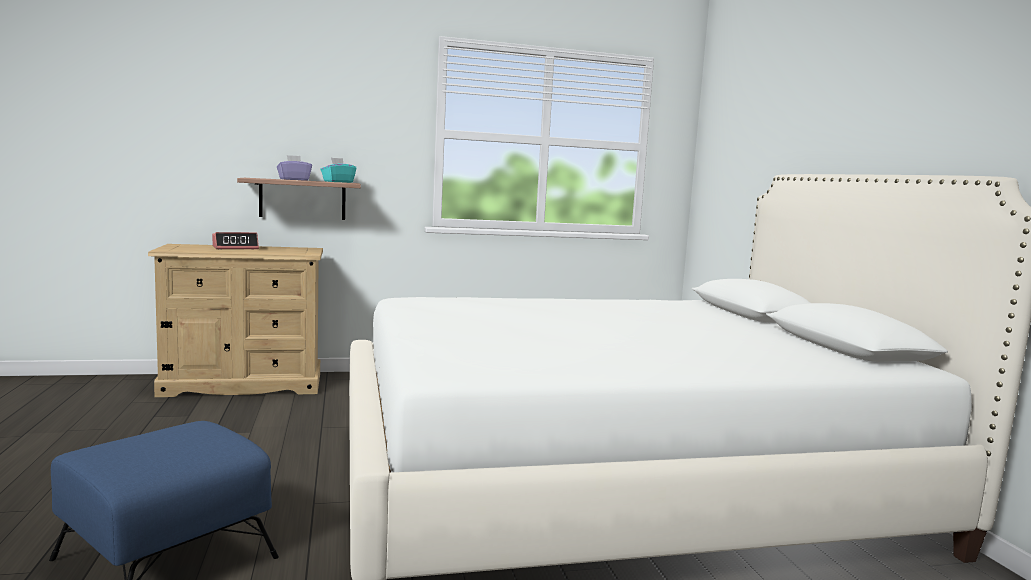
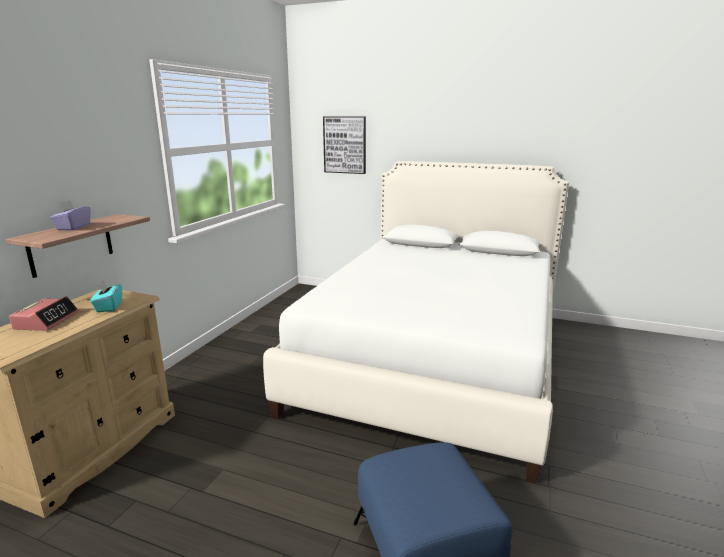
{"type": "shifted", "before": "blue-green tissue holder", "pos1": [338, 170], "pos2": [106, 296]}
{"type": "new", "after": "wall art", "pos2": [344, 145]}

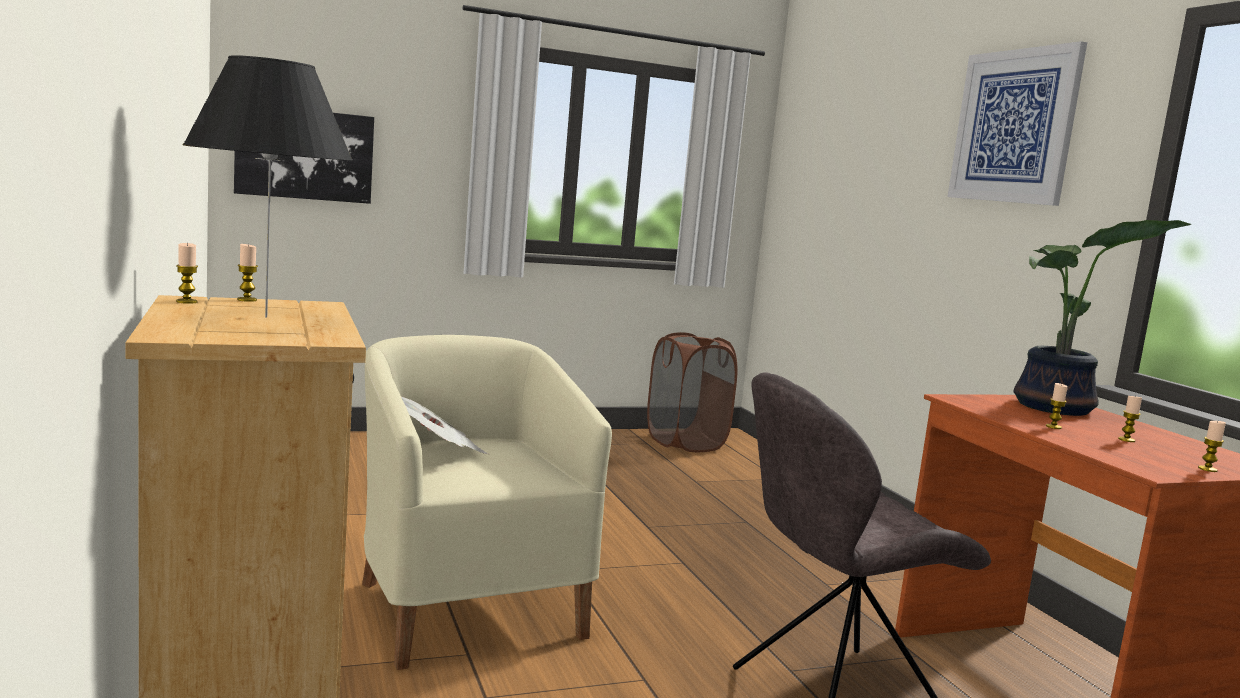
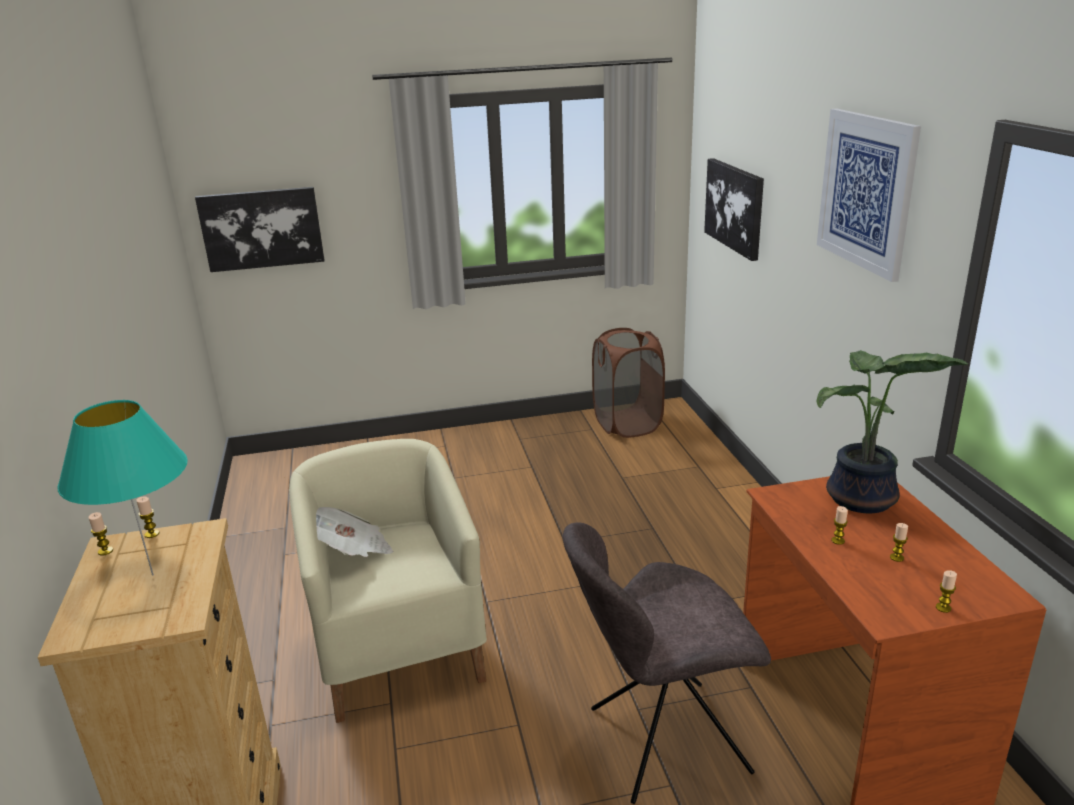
{"type": "repainted", "before": "black lamp for a table", "after": "blue-green lamp for a table", "pos1": [268, 186], "pos2": [123, 488]}
{"type": "new", "after": "wall art", "pos2": [734, 209]}

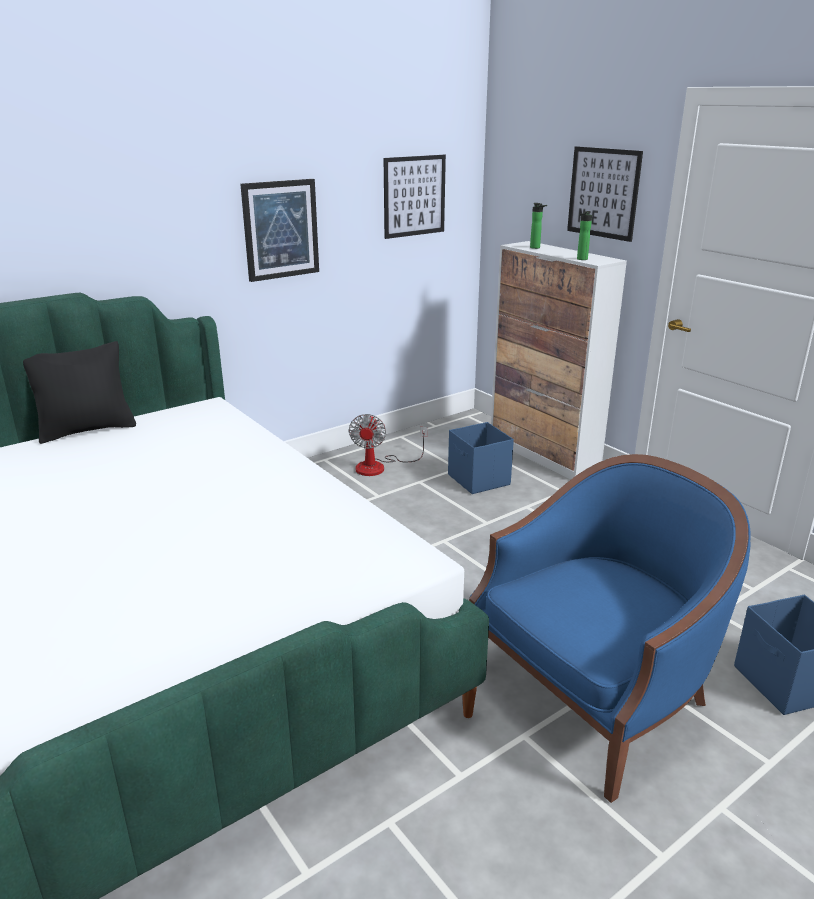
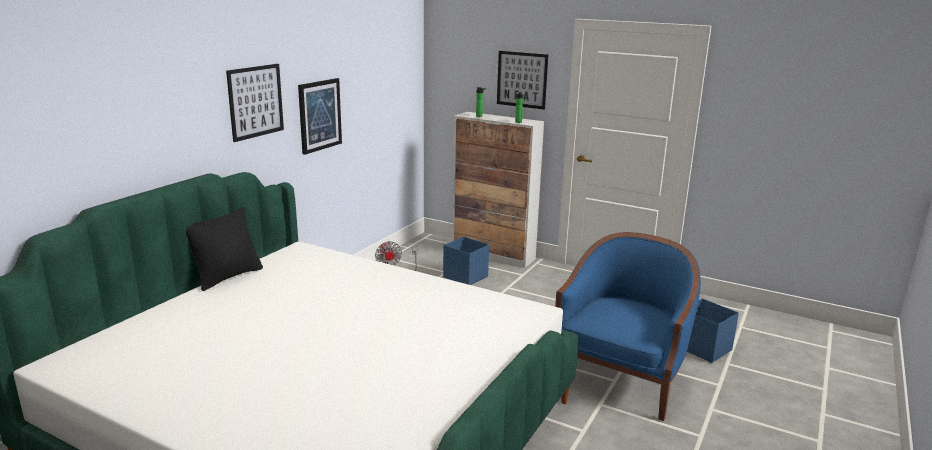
{"type": "shifted", "before": "wall art", "pos1": [415, 197], "pos2": [255, 103]}

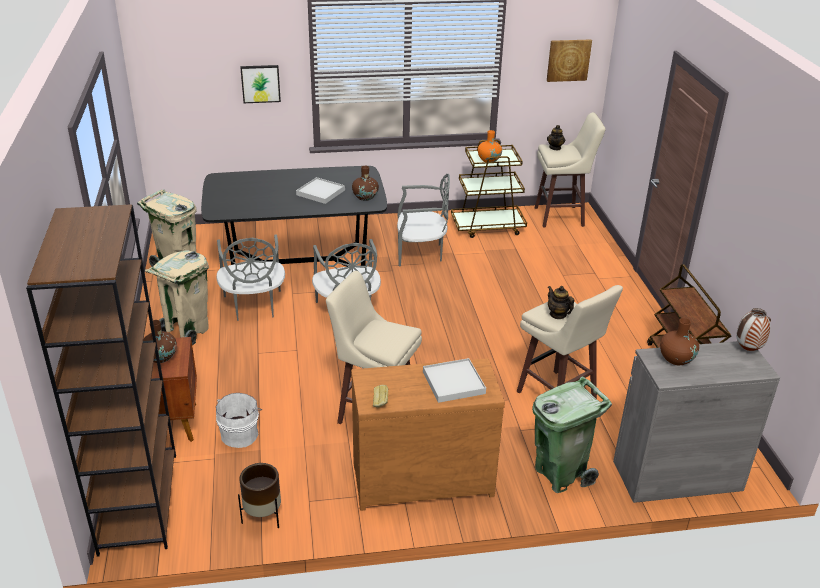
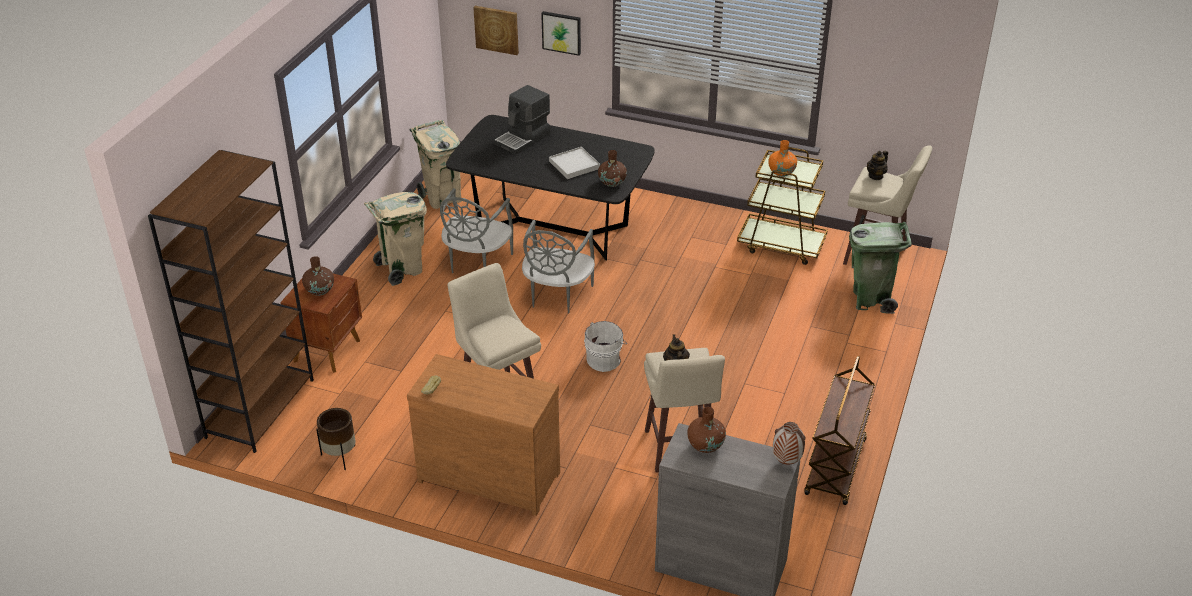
{"type": "shifted", "before": "wall art", "pos1": [569, 60], "pos2": [496, 30]}
{"type": "gone", "before": "grey upright chair", "pos1": [423, 220]}
{"type": "gone", "before": "white-coloured tray", "pos1": [454, 380]}
{"type": "shifted", "before": "greenish waste bin", "pos1": [572, 434], "pos2": [880, 268]}
{"type": "shifted", "before": "white-coloured pail", "pos1": [239, 420], "pos2": [605, 346]}
{"type": "new", "after": "coffee maker", "pos2": [522, 120]}

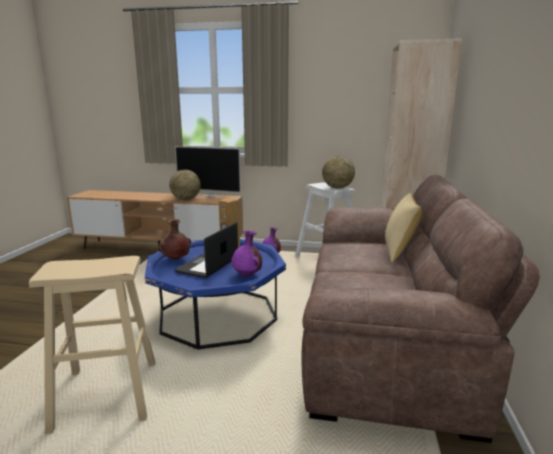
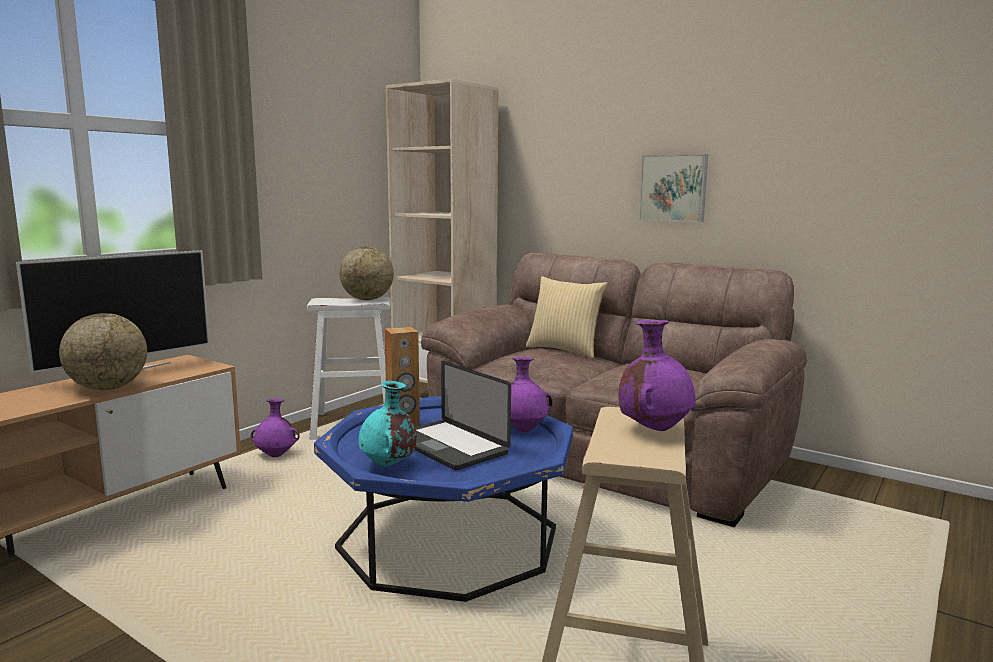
{"type": "repainted", "before": "brown flower vase", "after": "blue-green flower vase", "pos1": [174, 239], "pos2": [387, 424]}
{"type": "new", "after": "wall art", "pos2": [673, 188]}
{"type": "new", "after": "purple-coloured flower vase", "pos2": [657, 375]}

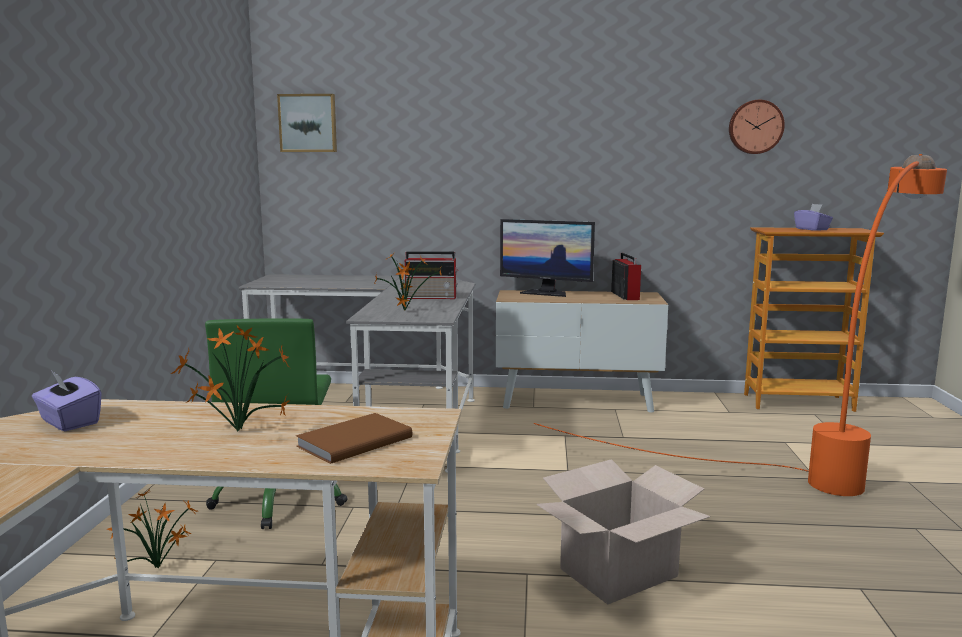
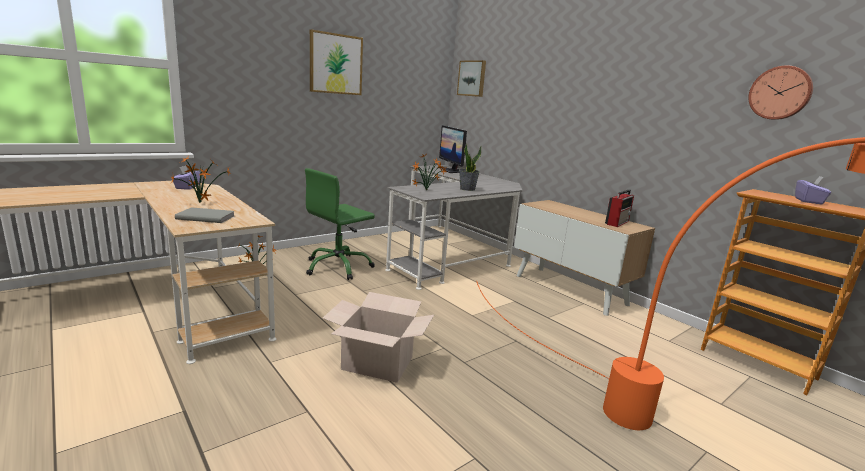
{"type": "shifted", "before": "computer display", "pos1": [547, 258], "pos2": [453, 149]}
{"type": "swapped", "before": "radio receiver", "after": "plant in a pot", "pos1": [432, 275], "pos2": [470, 167]}
{"type": "repainted", "before": "brown bound book", "after": "grey bound book", "pos1": [354, 438], "pos2": [204, 215]}
{"type": "new", "after": "wall art", "pos2": [336, 62]}

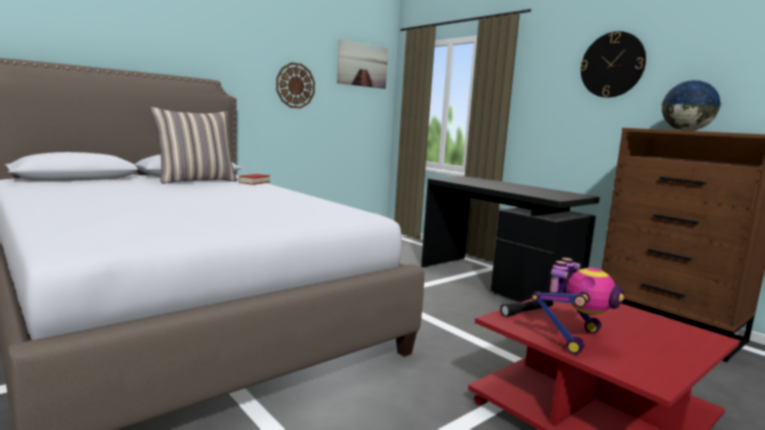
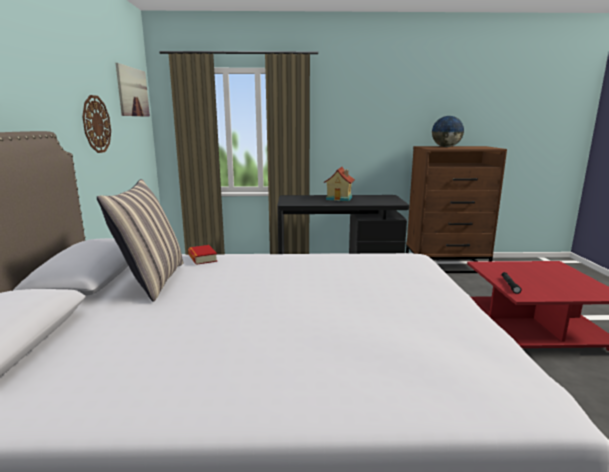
{"type": "gone", "before": "hanging clock", "pos1": [613, 64]}
{"type": "gone", "before": "model robot", "pos1": [577, 306]}
{"type": "new", "after": "miniature house", "pos2": [339, 184]}

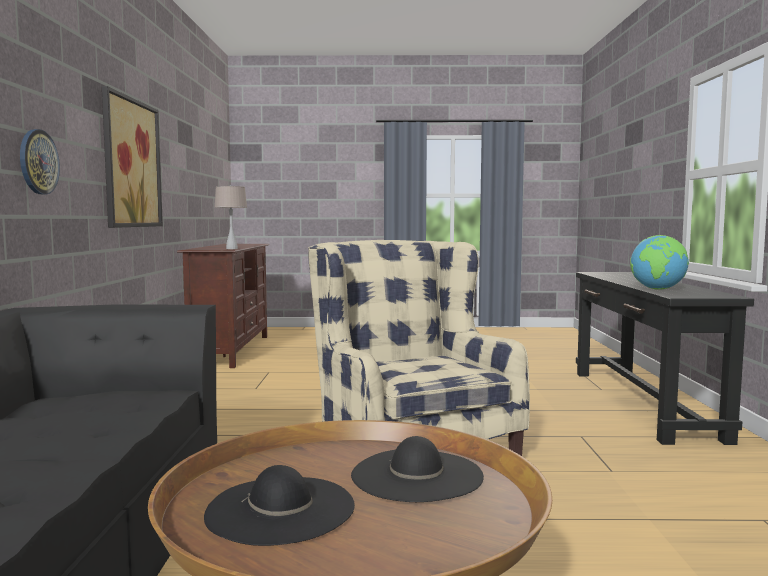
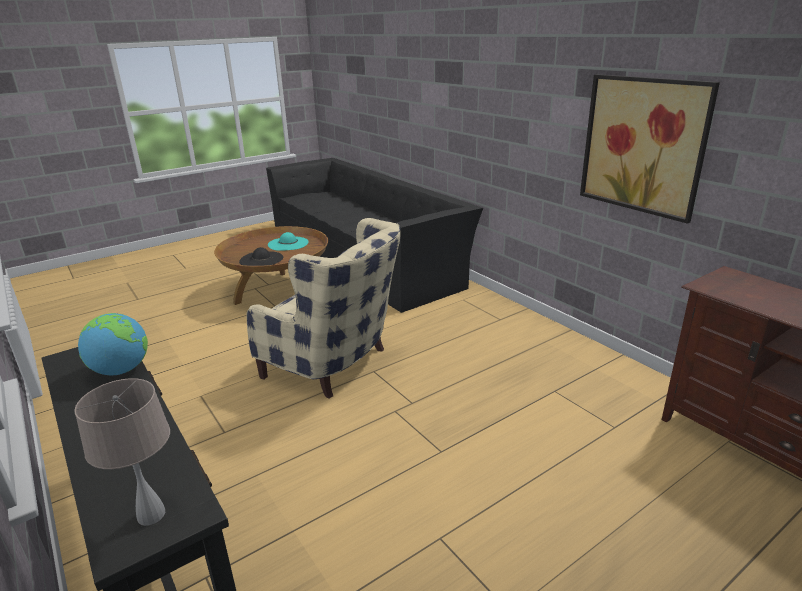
{"type": "gone", "before": "hanging clock", "pos1": [40, 161]}
{"type": "shifted", "before": "sand-coloured lamp for a table", "pos1": [230, 217], "pos2": [122, 452]}
{"type": "repainted", "before": "black wearable hat", "after": "blue-green wearable hat", "pos1": [279, 505], "pos2": [288, 241]}

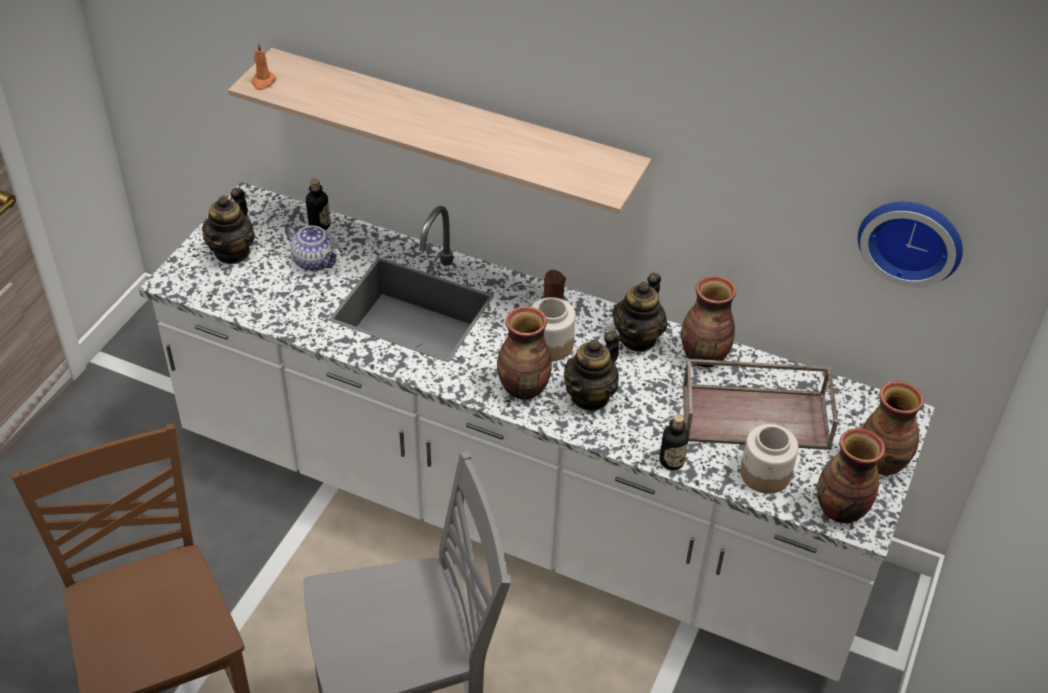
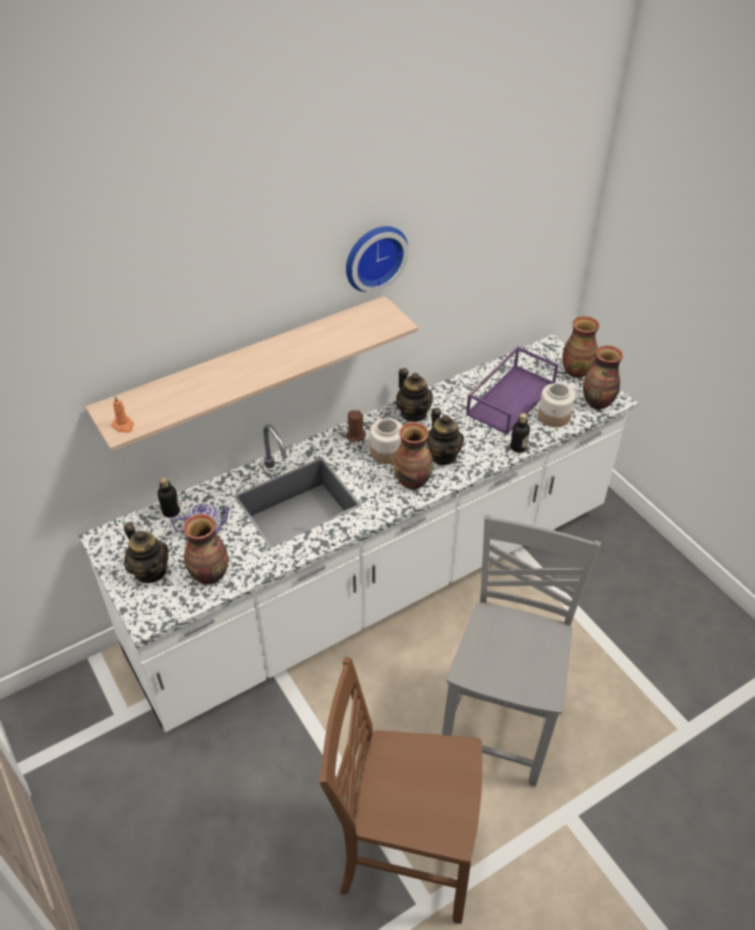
{"type": "shifted", "before": "hanging clock", "pos1": [910, 244], "pos2": [377, 259]}
{"type": "shifted", "before": "flower vase", "pos1": [708, 321], "pos2": [205, 549]}
{"type": "repainted", "before": "brown tray", "after": "purple-coloured tray", "pos1": [760, 404], "pos2": [512, 391]}

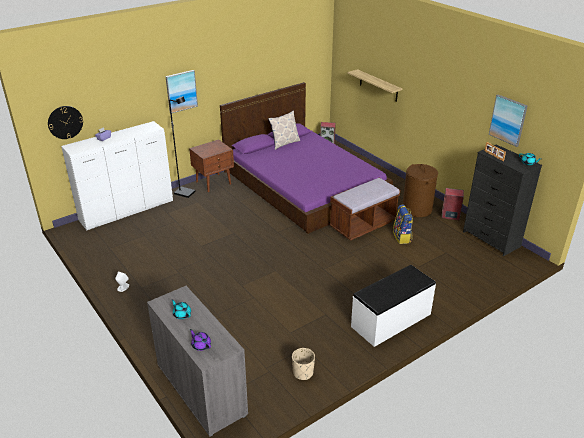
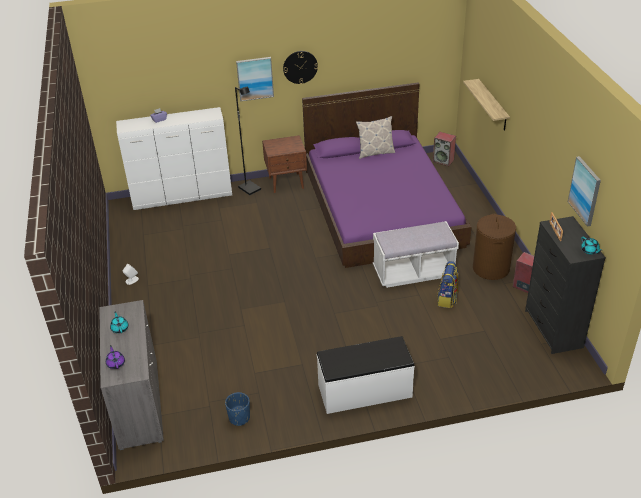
{"type": "shifted", "before": "hanging clock", "pos1": [65, 122], "pos2": [300, 67]}
{"type": "repainted", "before": "brown indoor bench", "after": "white-coloured indoor bench", "pos1": [364, 209], "pos2": [416, 254]}
{"type": "repainted", "before": "sand-coloured flower pot", "after": "bluish flower pot", "pos1": [303, 364], "pos2": [237, 409]}

